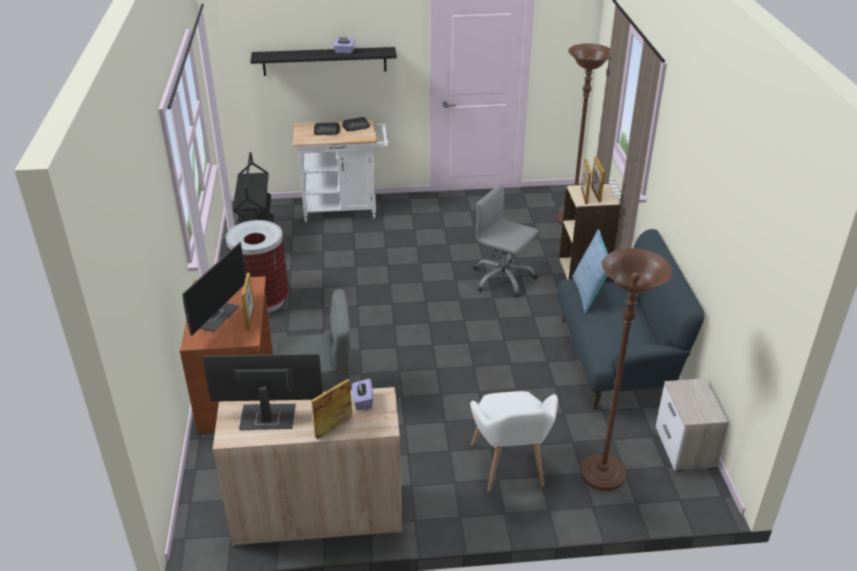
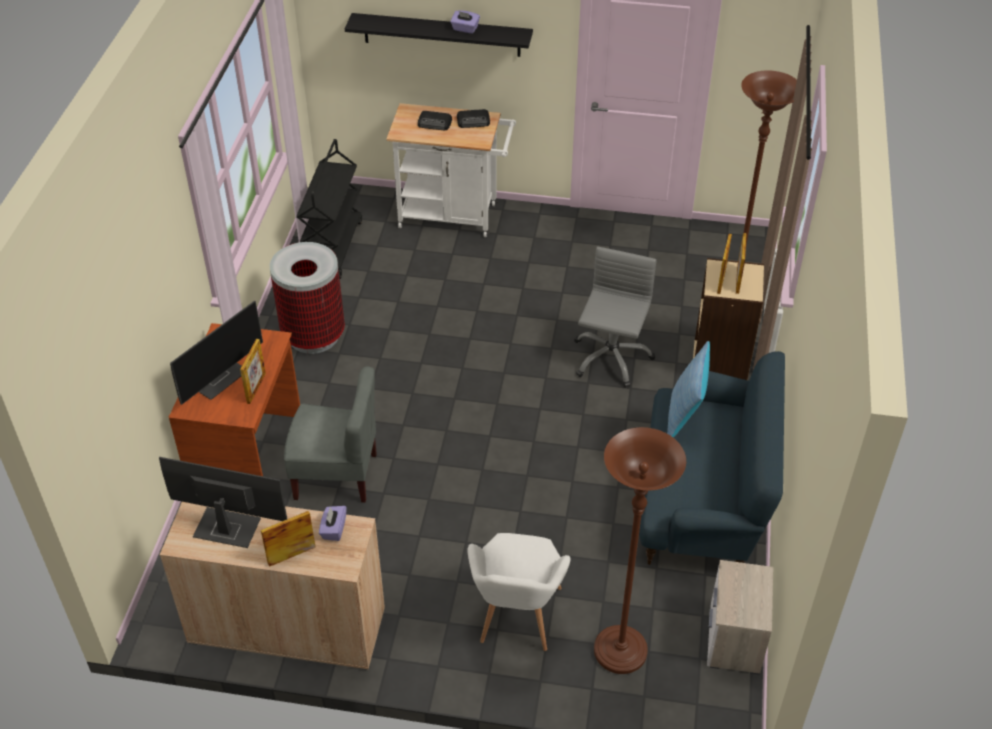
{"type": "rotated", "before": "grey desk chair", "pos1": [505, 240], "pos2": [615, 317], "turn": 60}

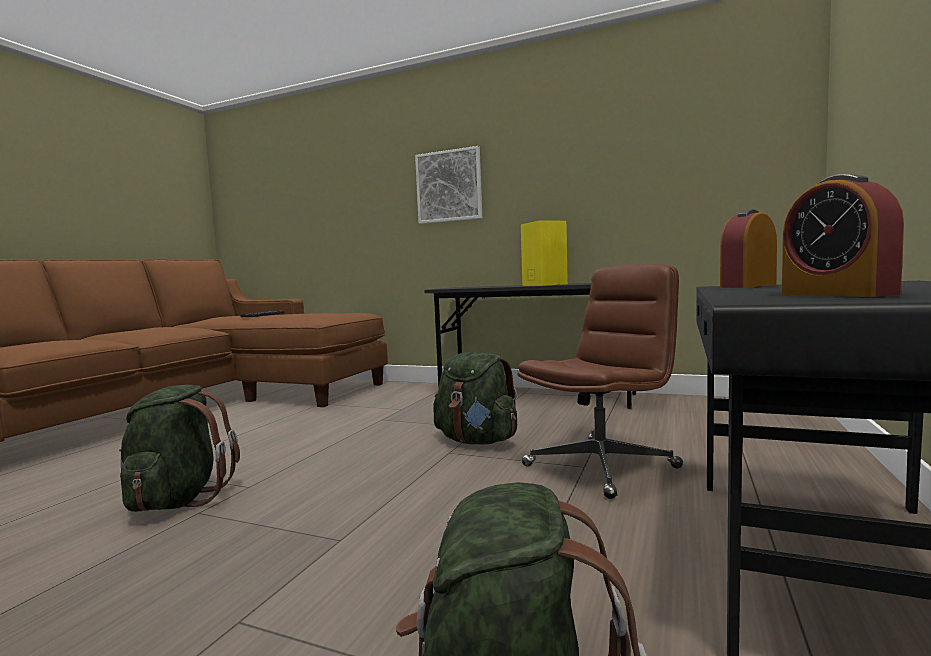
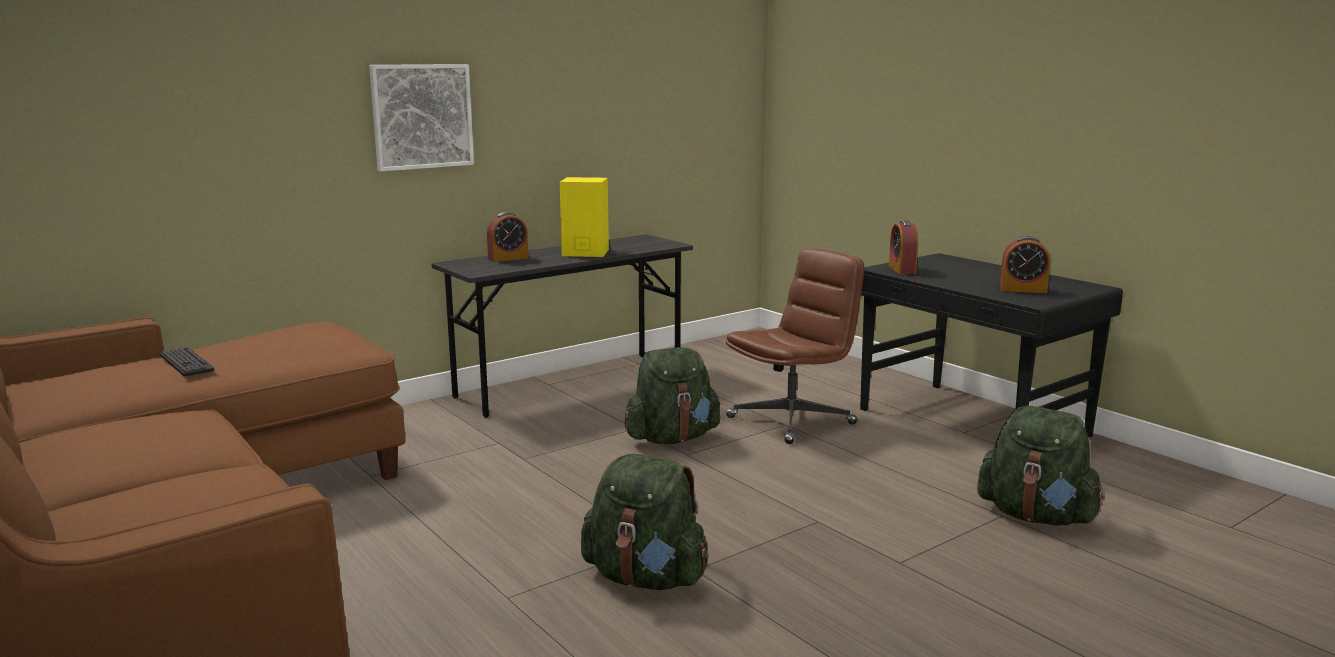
{"type": "rotated", "before": "brown desk chair", "pos1": [600, 381], "pos2": [795, 346], "turn": 60}
{"type": "new", "after": "alarm clock", "pos2": [507, 237]}

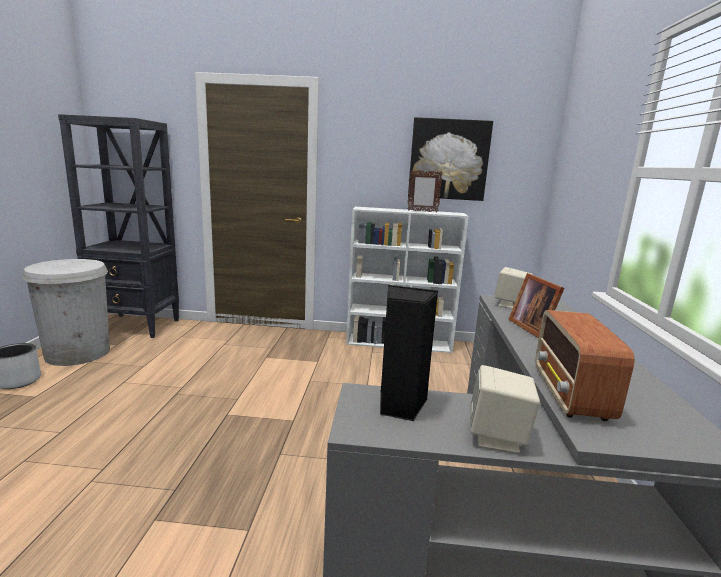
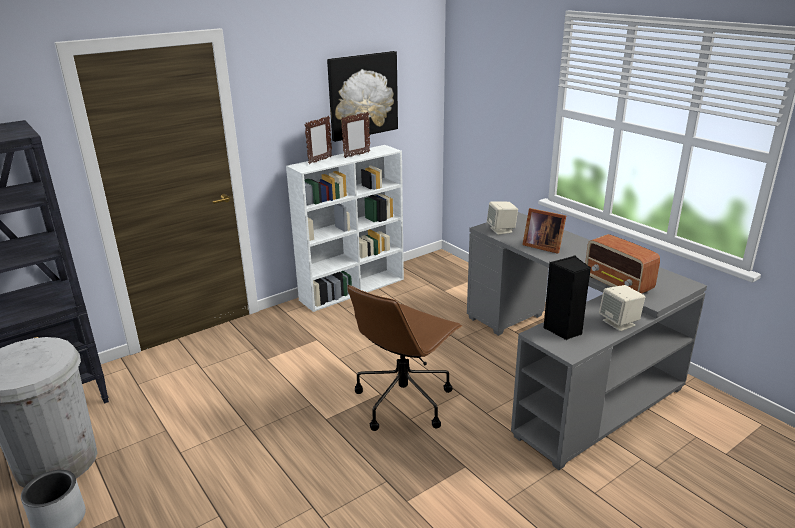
{"type": "new", "after": "standing frame", "pos2": [318, 140]}
{"type": "new", "after": "brown desk chair", "pos2": [404, 358]}

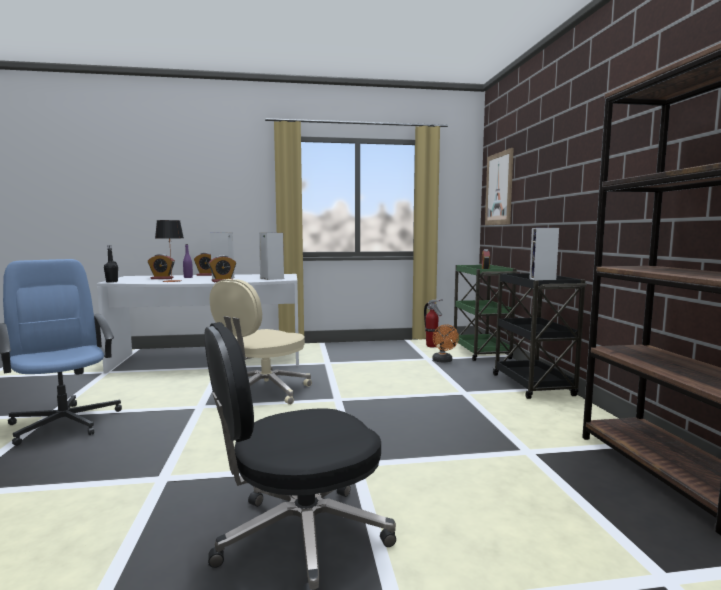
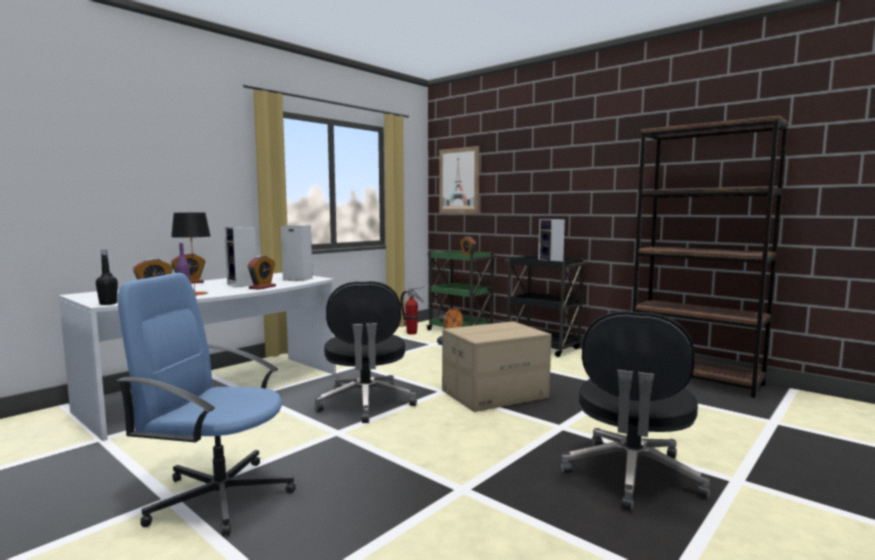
{"type": "repainted", "before": "sand-coloured desk chair", "after": "black desk chair", "pos1": [261, 342], "pos2": [365, 352]}
{"type": "new", "after": "cardboard box", "pos2": [497, 366]}

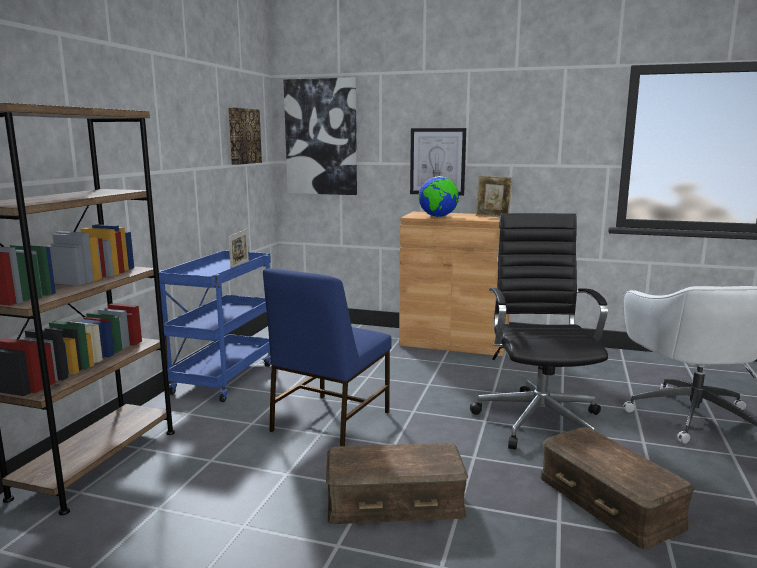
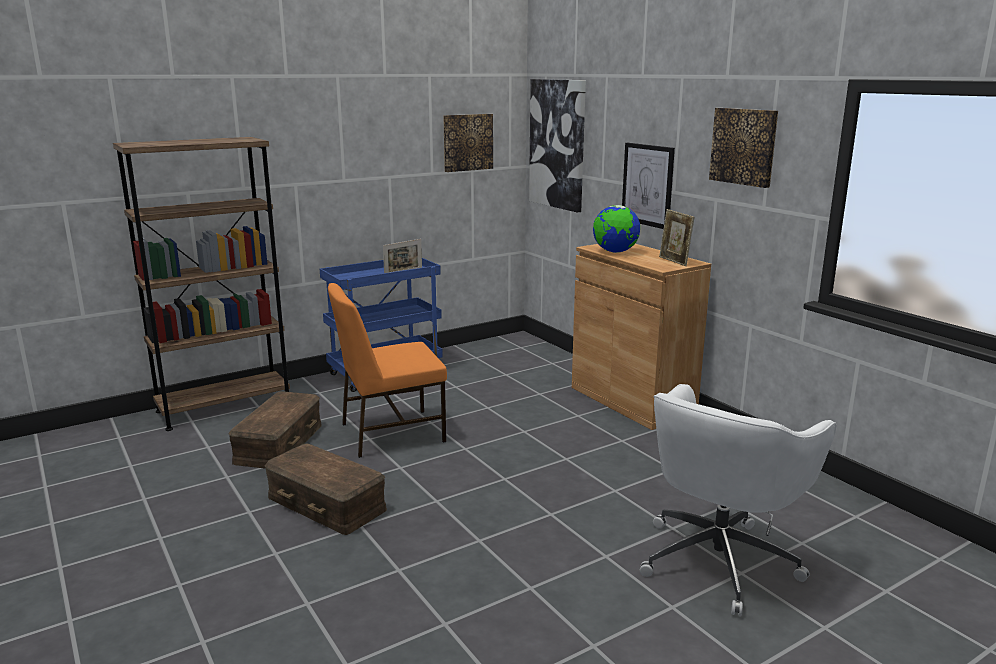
{"type": "gone", "before": "black desk chair", "pos1": [539, 331]}
{"type": "repainted", "before": "bluish upright chair", "after": "orange-coloured upright chair", "pos1": [327, 357], "pos2": [387, 370]}
{"type": "shifted", "before": "brown storage container", "pos1": [618, 488], "pos2": [275, 430]}
{"type": "new", "after": "wall art", "pos2": [743, 148]}

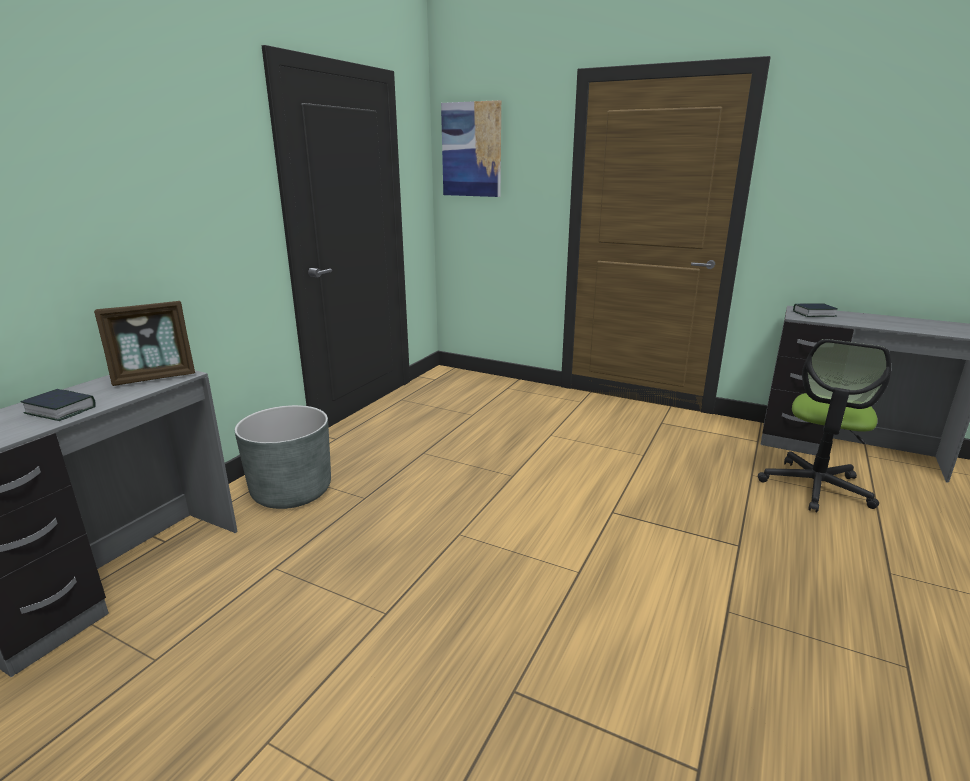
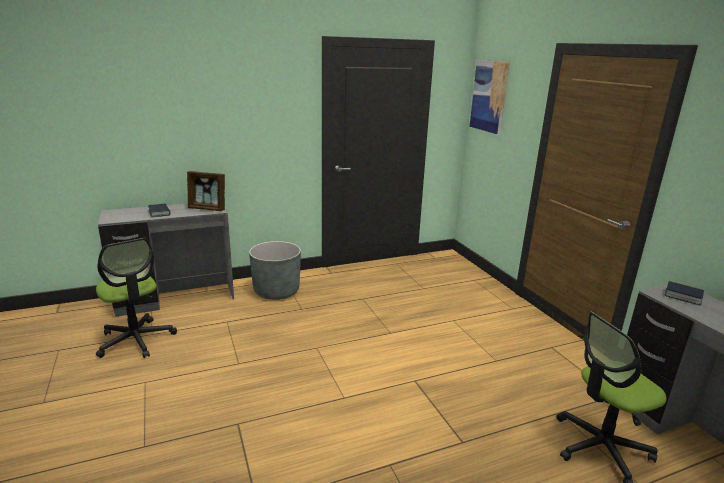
{"type": "new", "after": "desk chair", "pos2": [136, 298]}

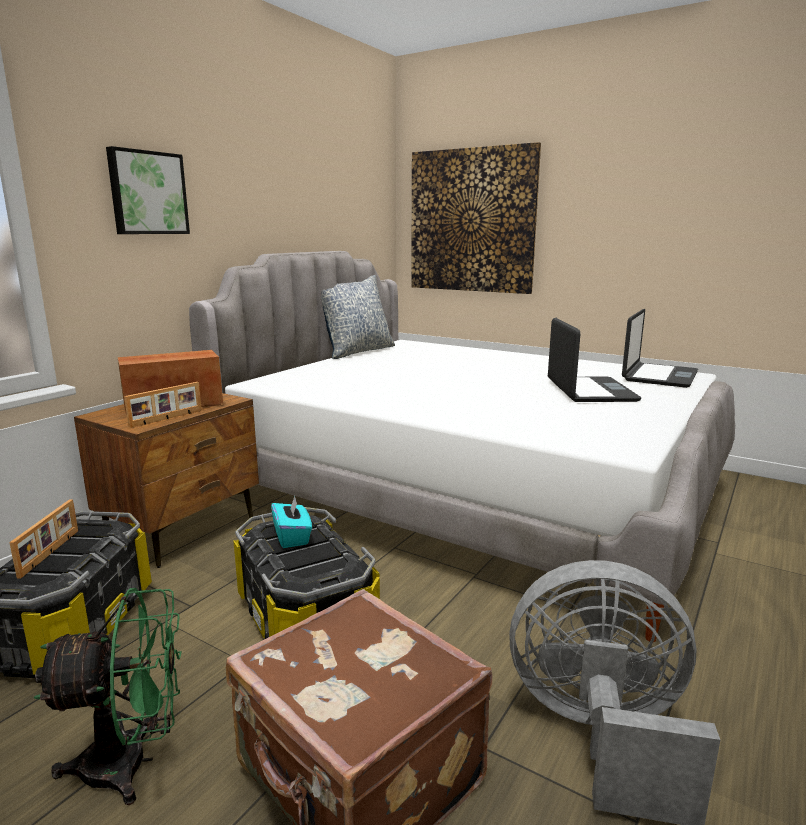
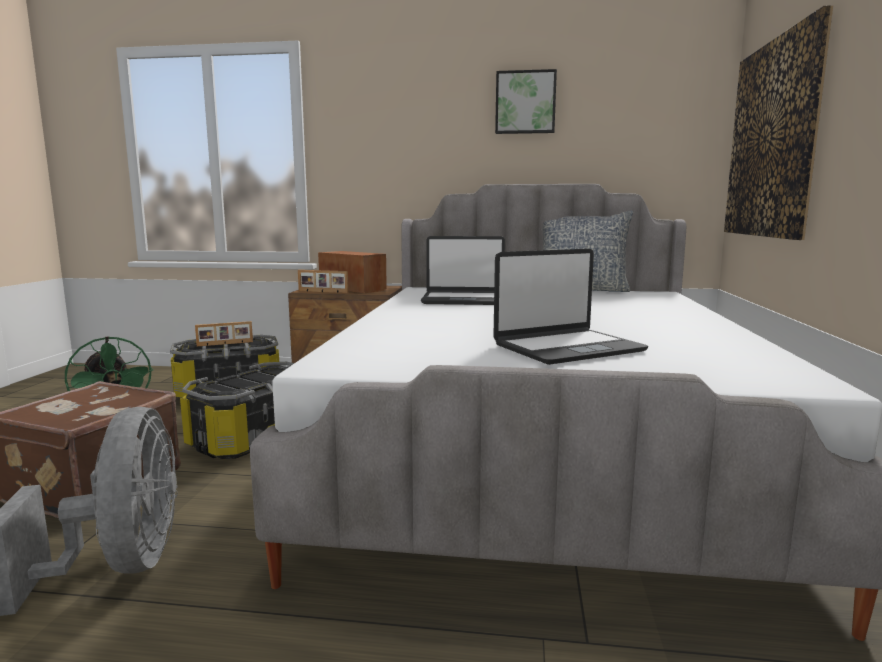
{"type": "shifted", "before": "wall art", "pos1": [148, 190], "pos2": [526, 101]}
{"type": "shifted", "before": "laptop", "pos1": [660, 348], "pos2": [463, 270]}
{"type": "gone", "before": "blue-green tissue holder", "pos1": [291, 522]}

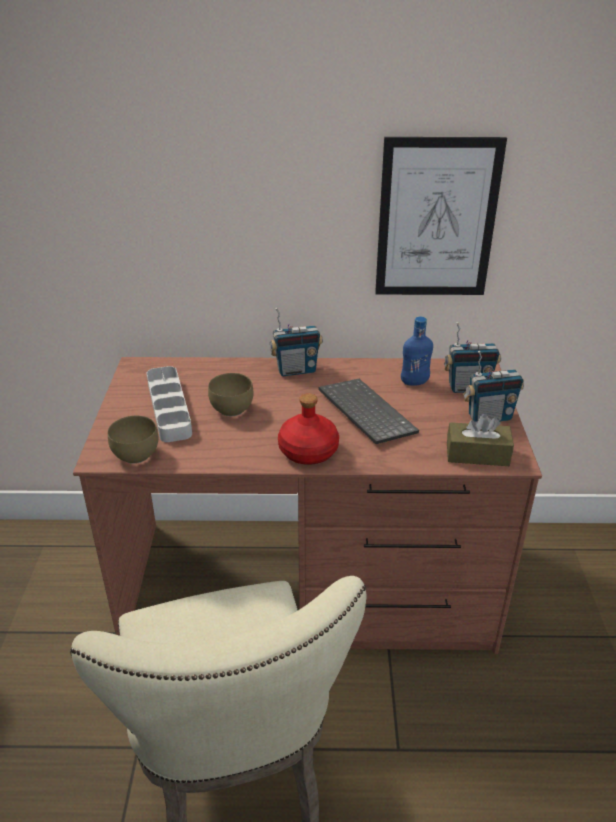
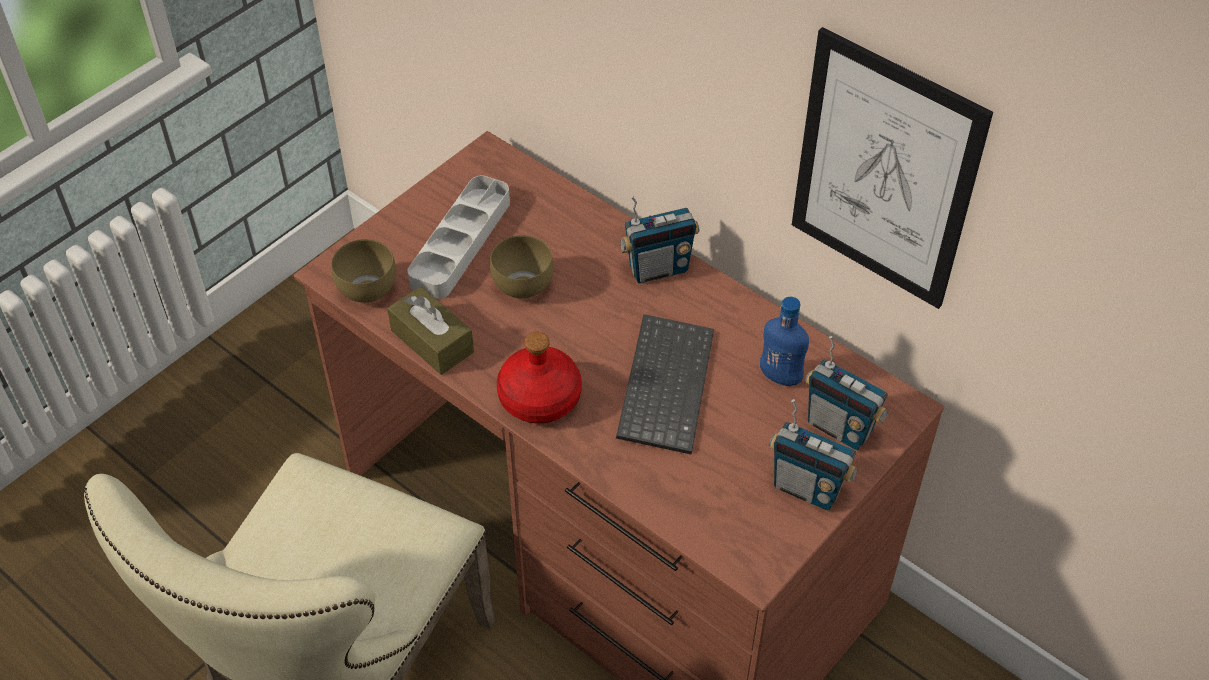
{"type": "rotated", "before": "radio receiver", "pos1": [296, 342], "pos2": [659, 239], "turn": -45}
{"type": "shifted", "before": "brown tissue holder", "pos1": [480, 440], "pos2": [430, 330]}

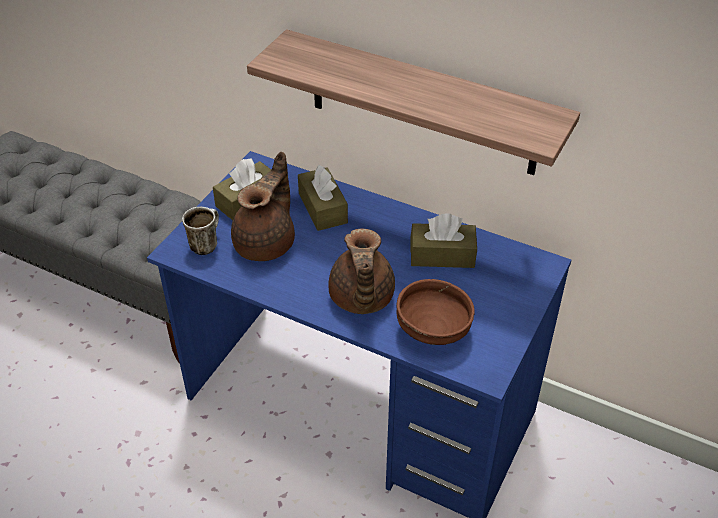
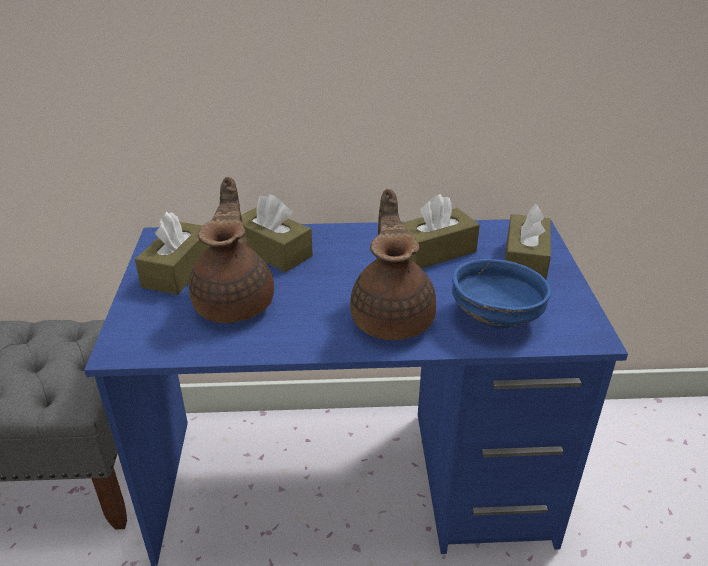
{"type": "gone", "before": "wall shelf", "pos1": [413, 102]}
{"type": "gone", "before": "tea mug", "pos1": [200, 231]}
{"type": "rotated", "before": "brown tea pot", "pos1": [361, 271], "pos2": [393, 264], "turn": -150}
{"type": "repainted", "before": "brown bowl", "after": "bluish bowl", "pos1": [435, 312], "pos2": [501, 294]}
{"type": "new", "after": "brown tissue holder", "pos2": [528, 242]}

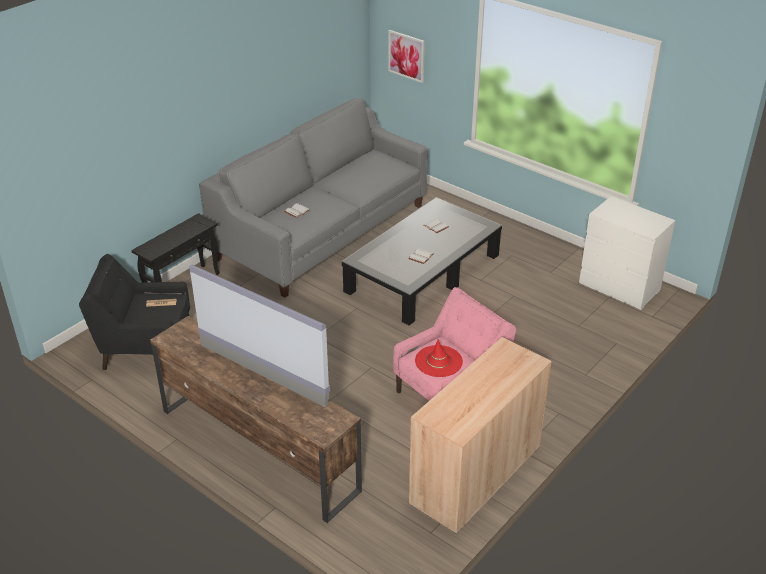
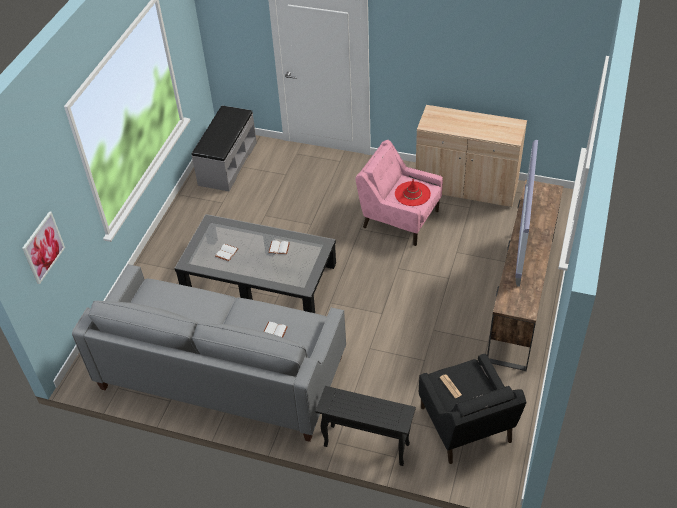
{"type": "swapped", "before": "white-coloured dresser", "after": "grey indoor bench", "pos1": [627, 253], "pos2": [224, 148]}

